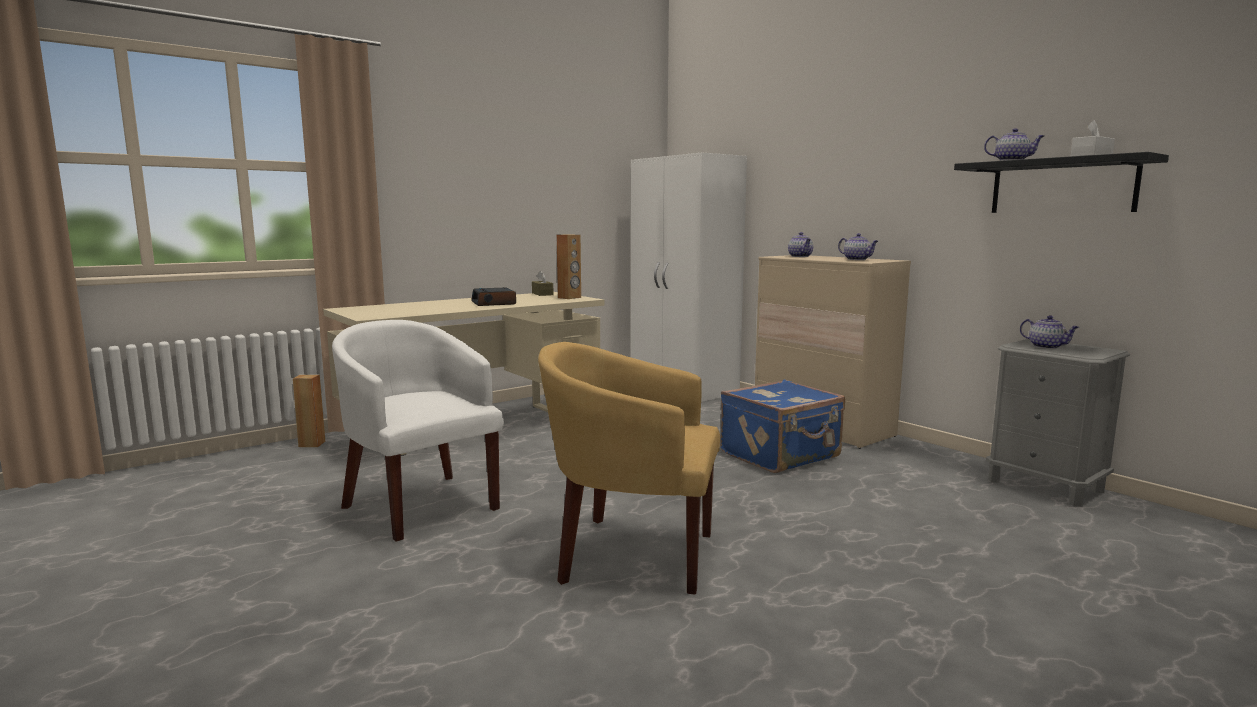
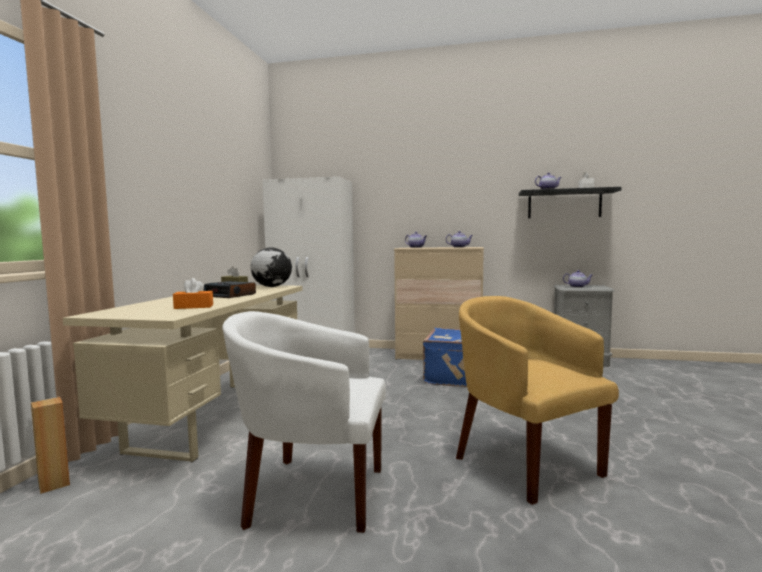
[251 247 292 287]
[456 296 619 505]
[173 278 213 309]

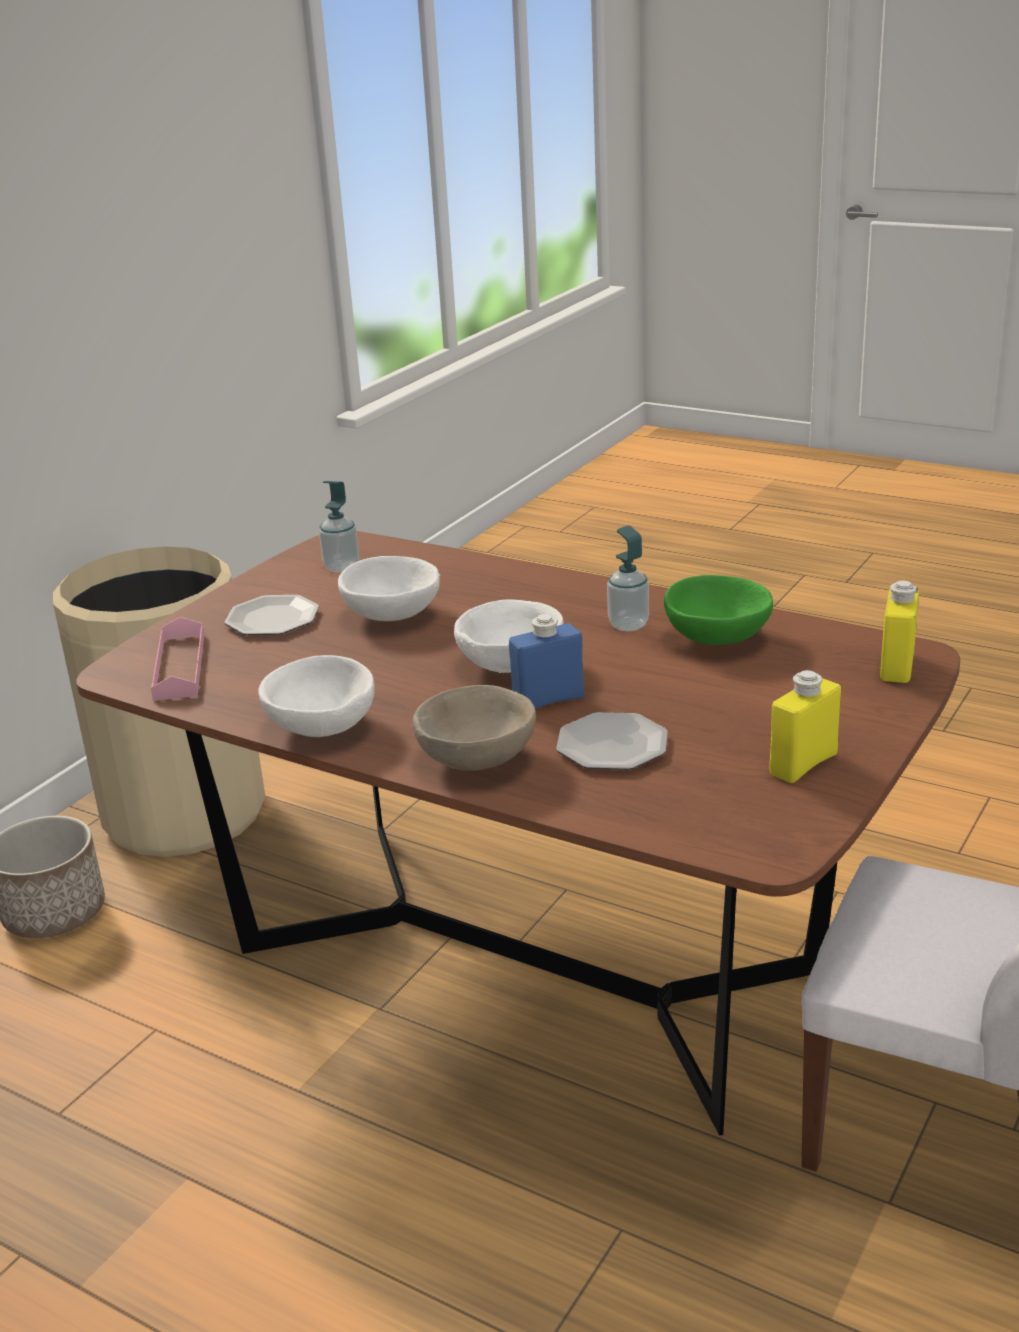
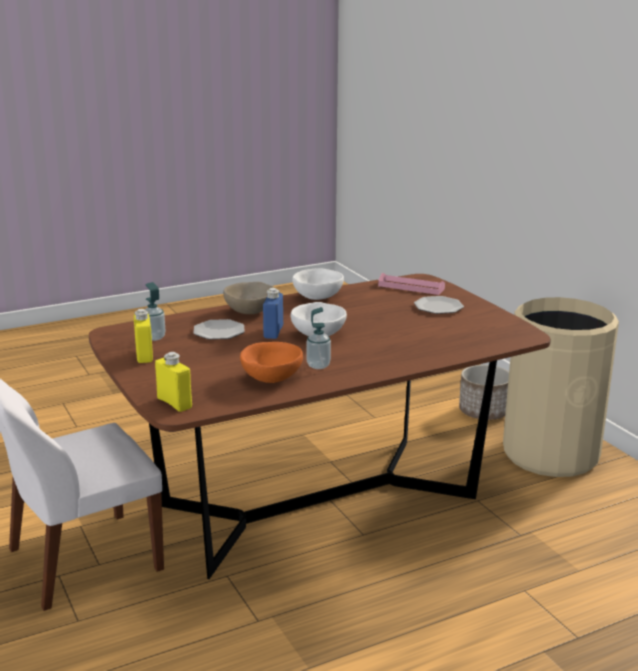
[145 282 165 341]
[338 556 440 621] (first image)
[240 342 303 383]

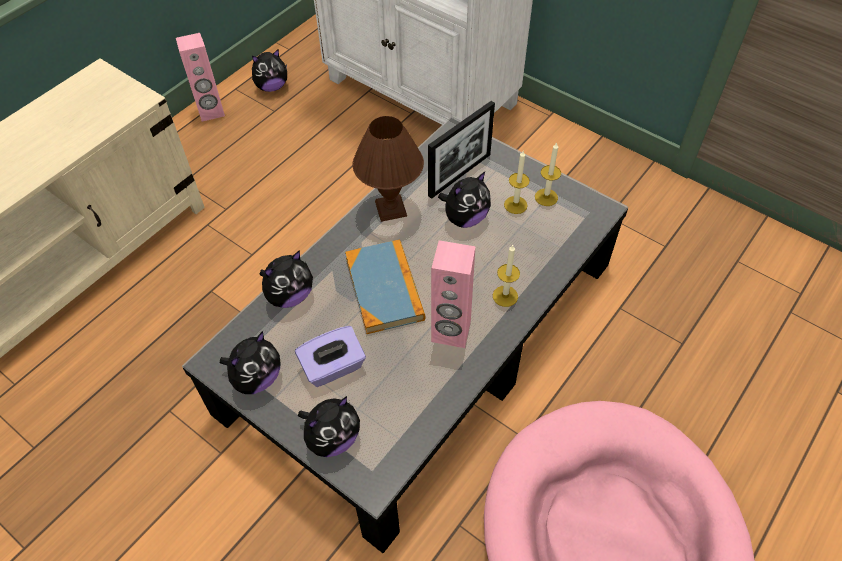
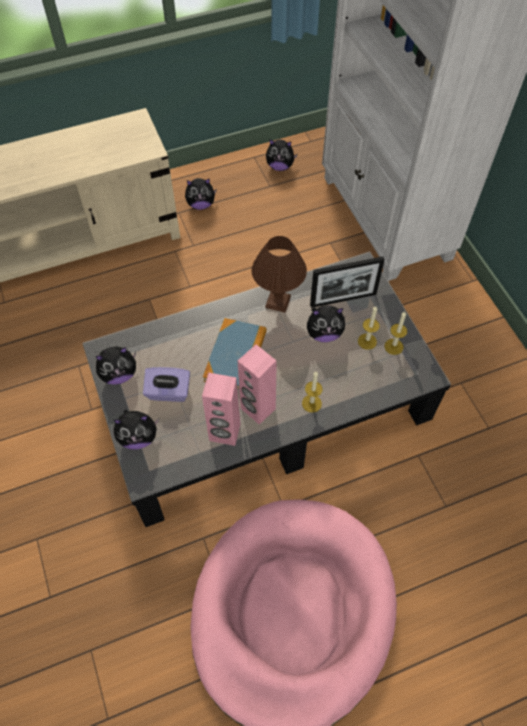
[202 372 241 446]
[185 178 217 210]

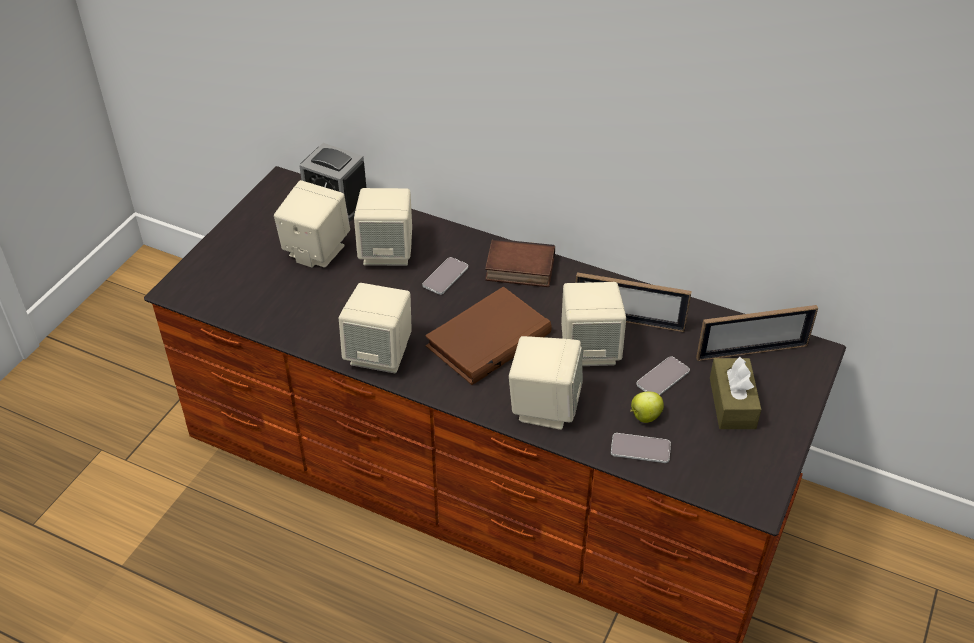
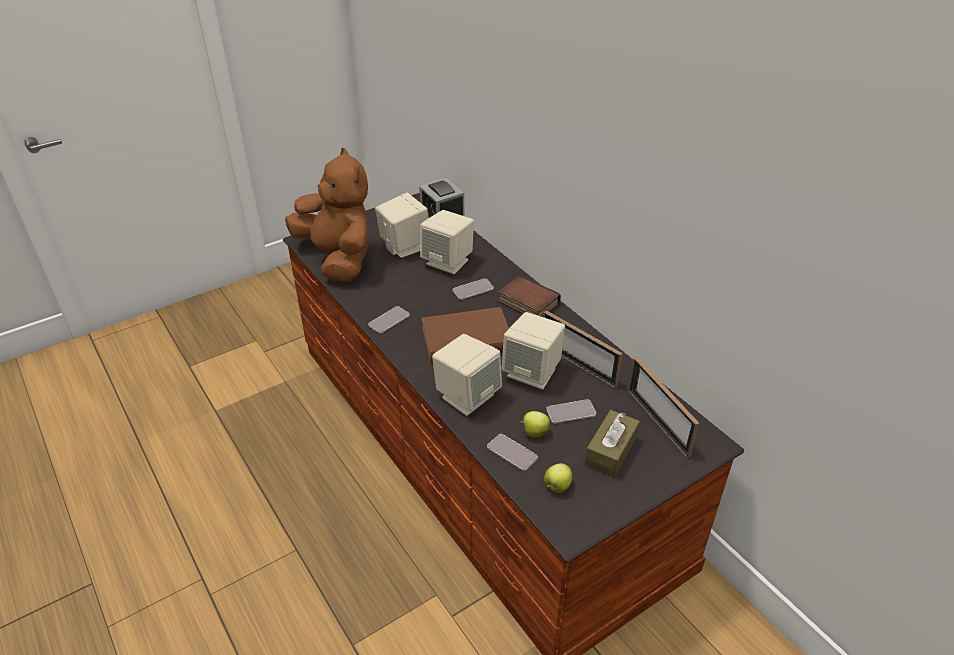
[368 306 410 334]
[629 357 700 458]
[285 148 368 282]
[544 463 573 493]

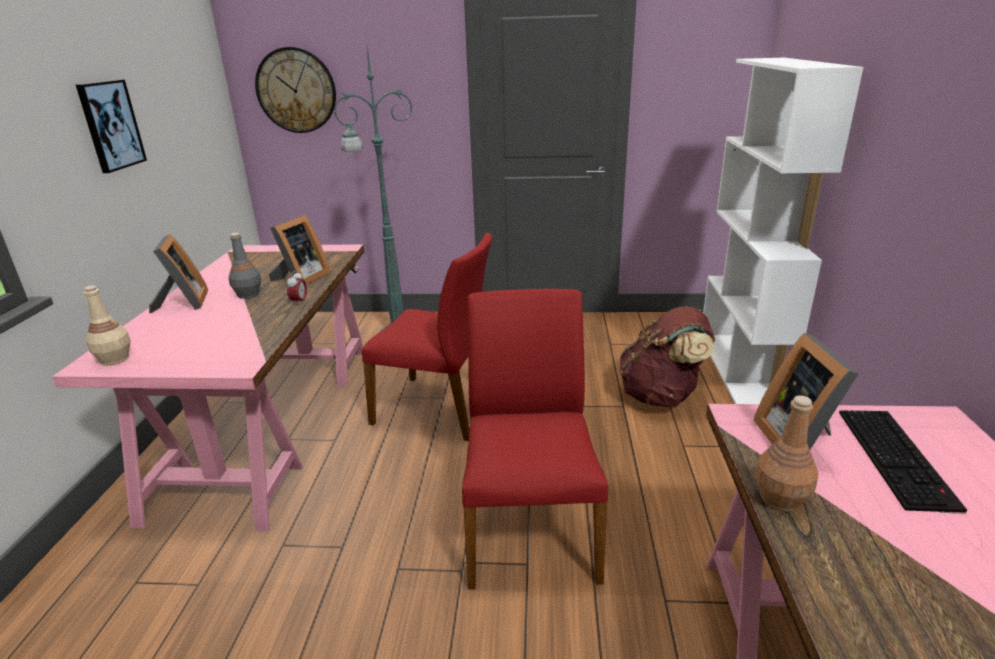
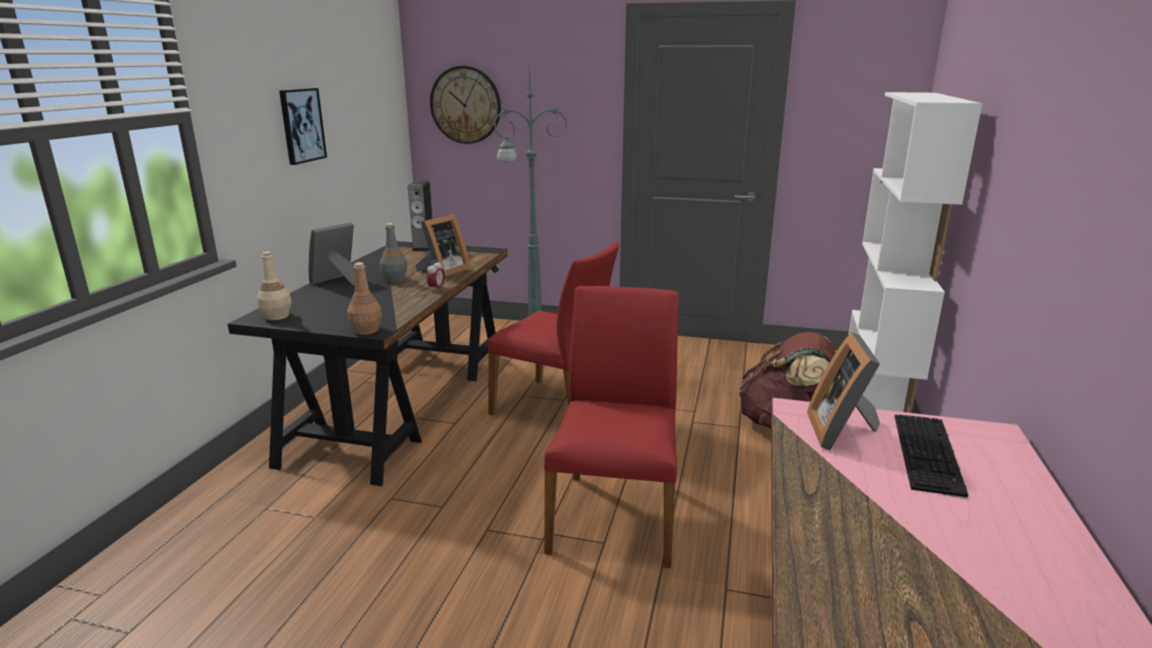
[309 222 366 285]
[228 241 508 486]
[347 262 382 335]
[408 180 433 251]

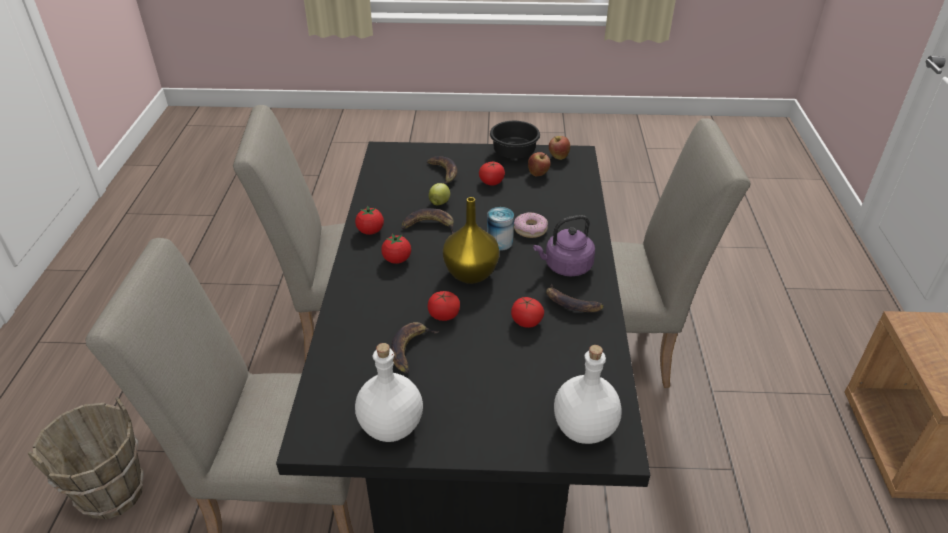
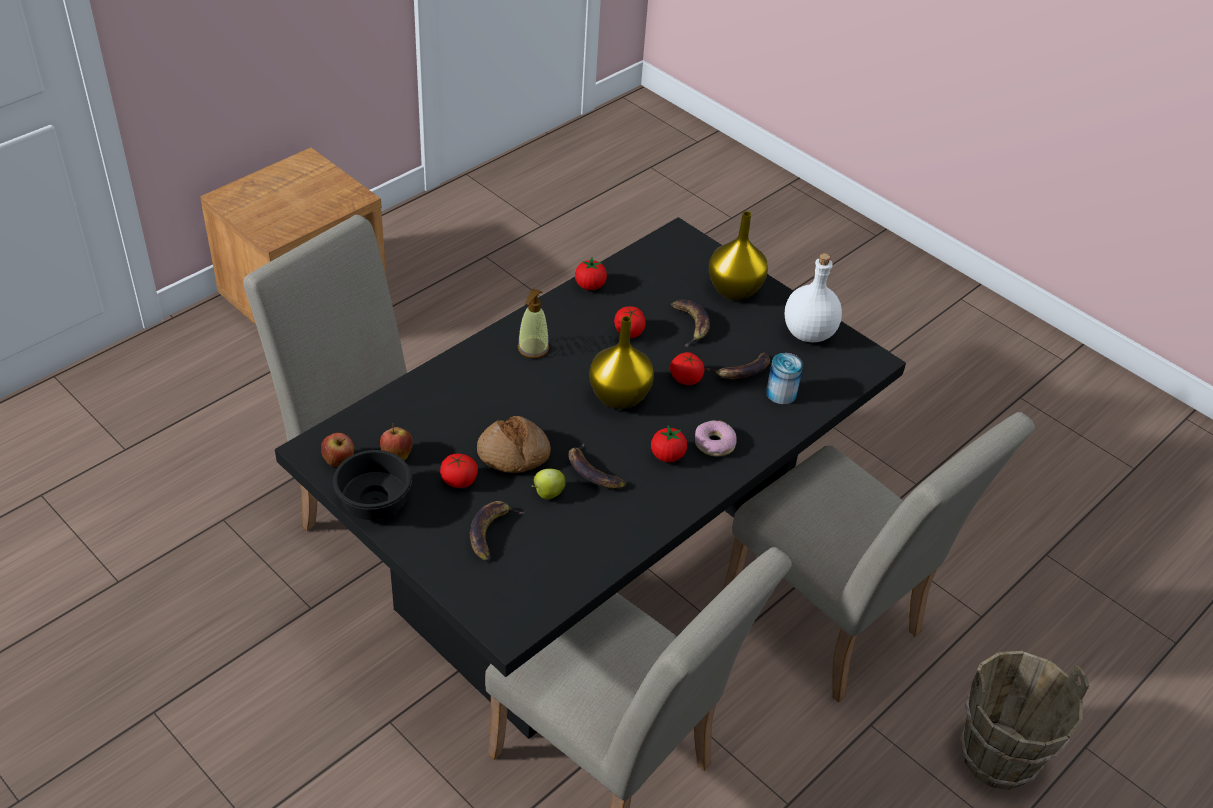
[575 258 607 290]
[766 353 803 404]
[695 420 737 456]
[518 289 549 358]
[671 300 710 347]
[554 345 622 444] (first image)
[709 211 768 300]
[477 416 551 473]

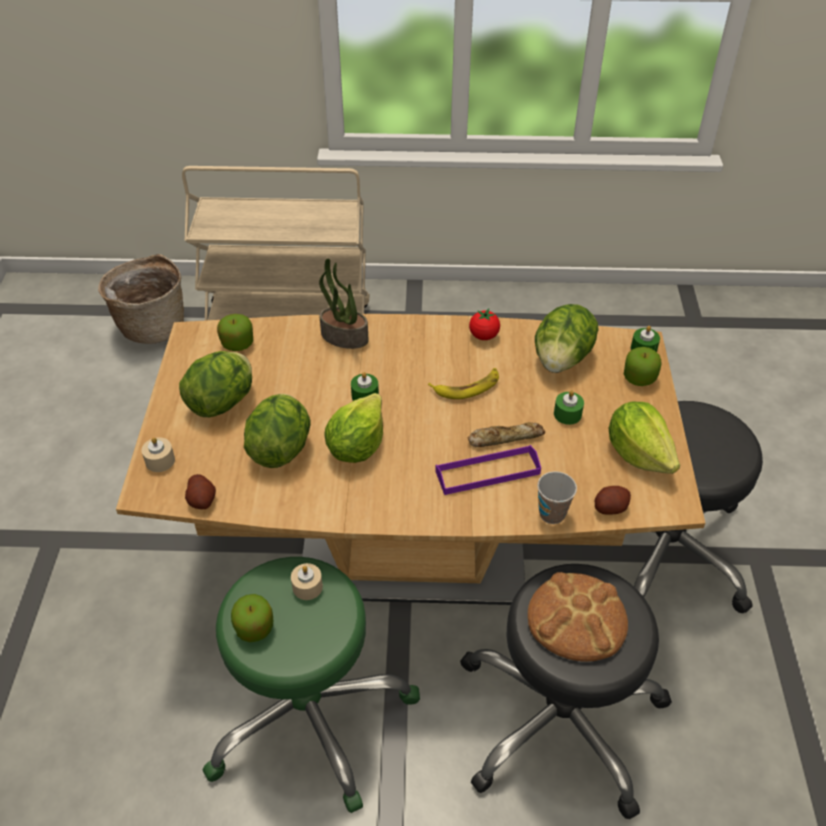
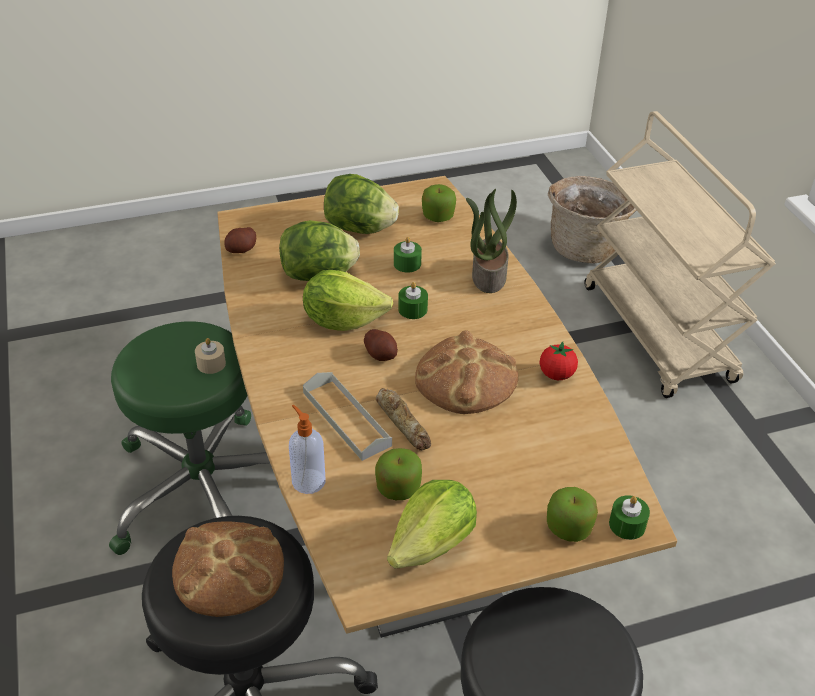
[535 304 599 373] (first image)
[415 330 518 414]
[394 237 422 272]
[142 437 175 472] (first image)
[303 372 392 461]
[289 405 325 494]
[364 329 398 361]
[375 448 422 500]

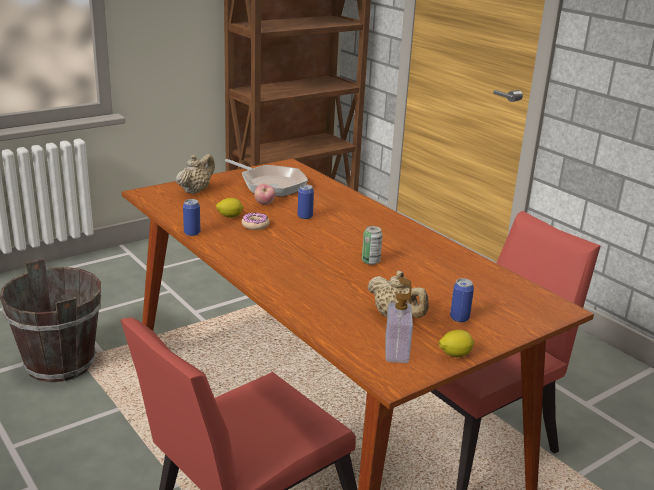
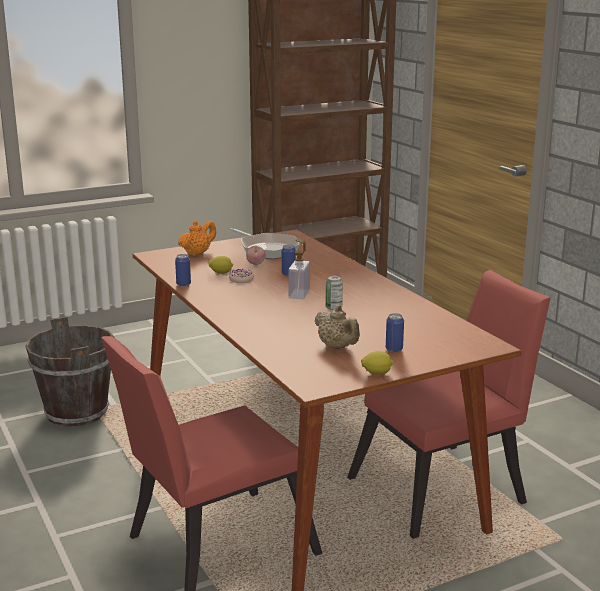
[178 220 216 256]
[288 238 310 299]

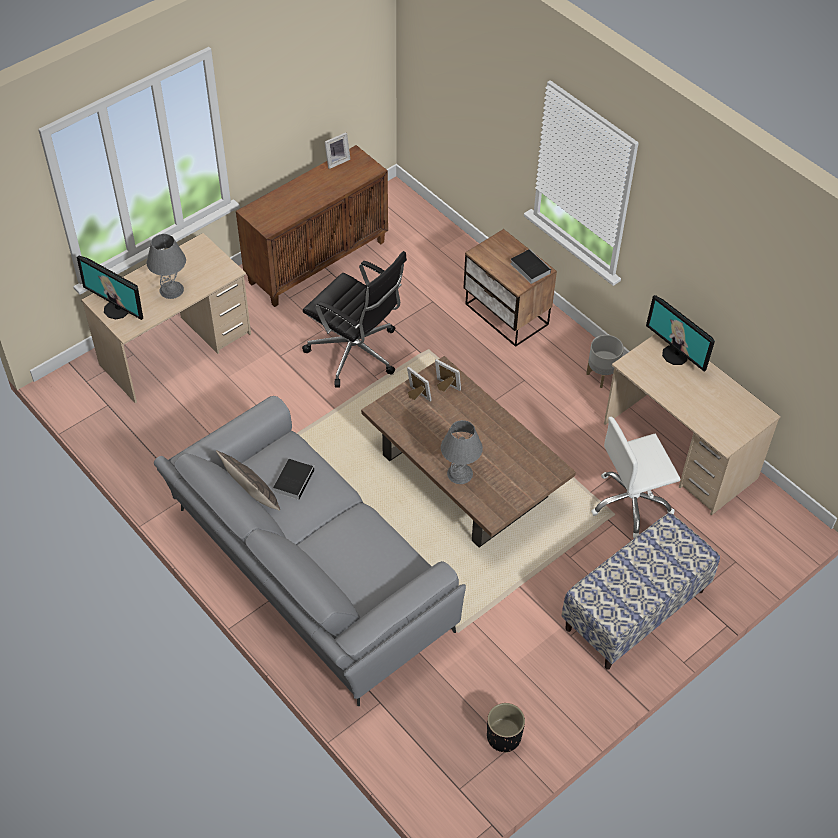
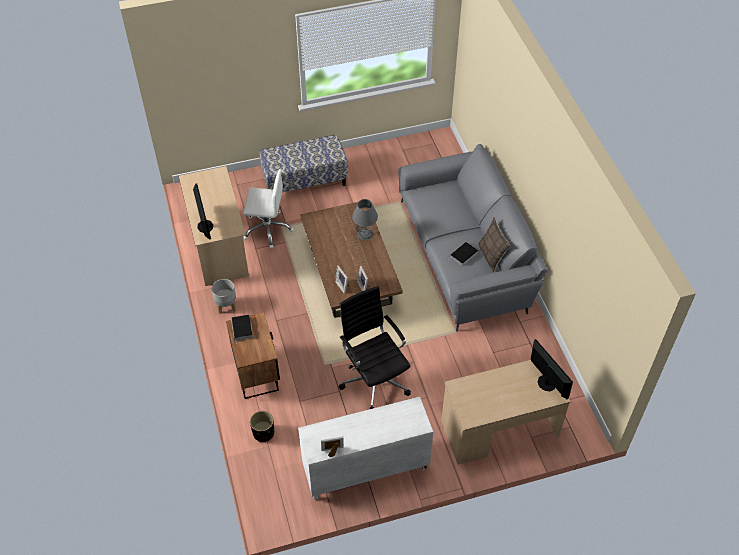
[298 397 433 500]
[147 234 186 299] (first image)
[250 411 274 442]

